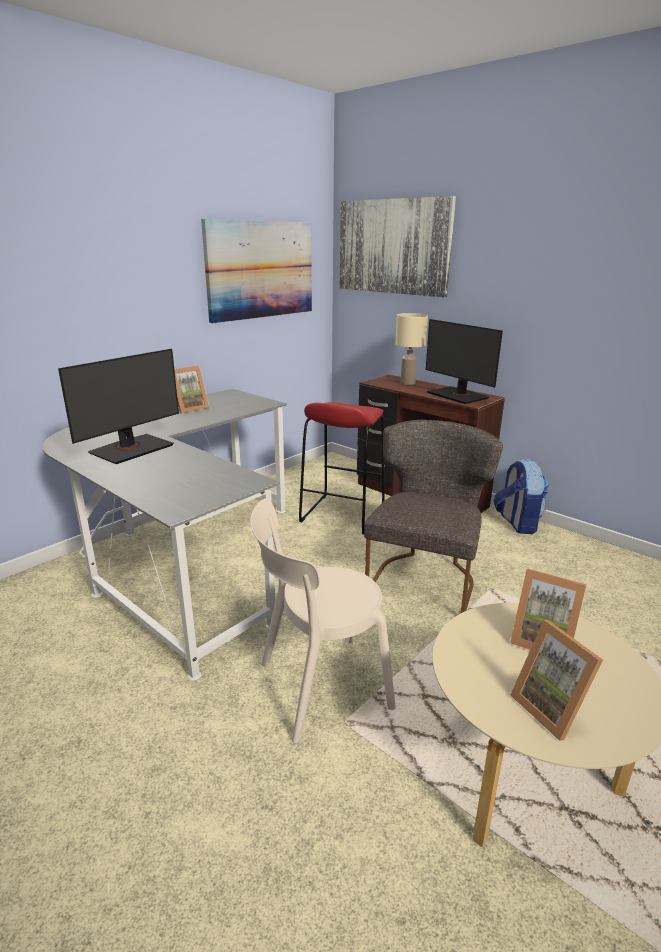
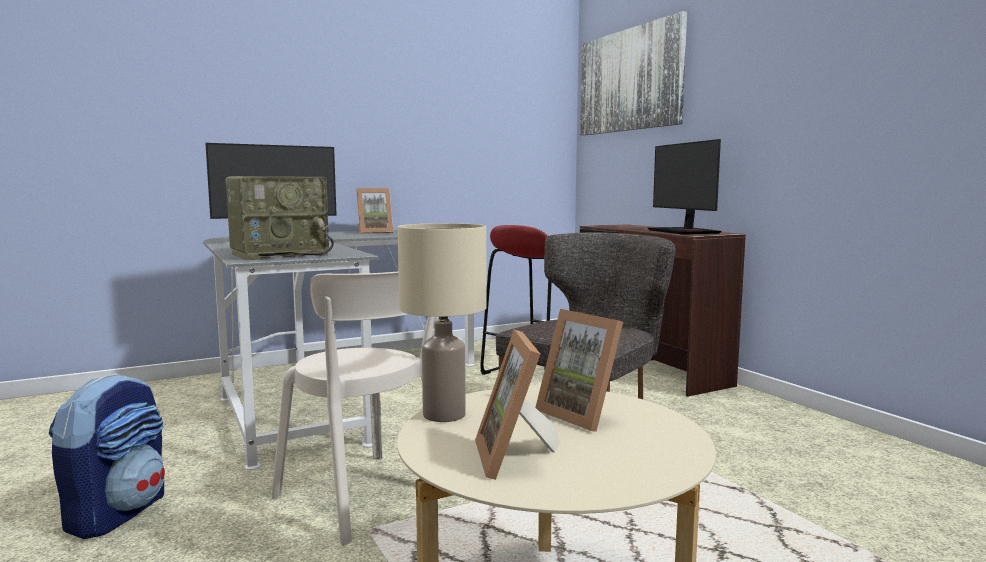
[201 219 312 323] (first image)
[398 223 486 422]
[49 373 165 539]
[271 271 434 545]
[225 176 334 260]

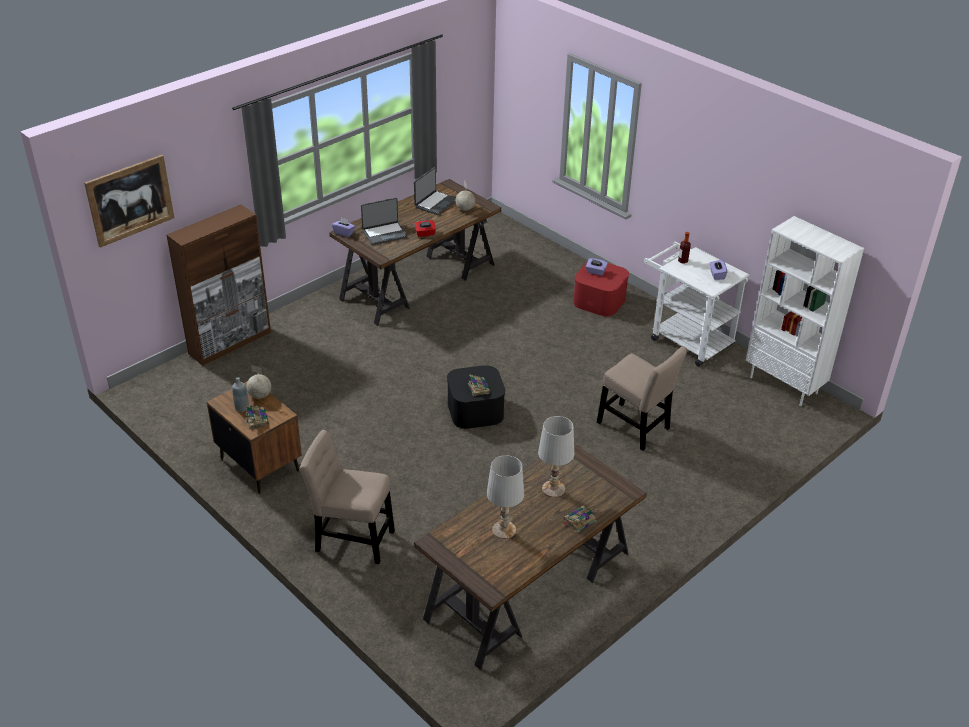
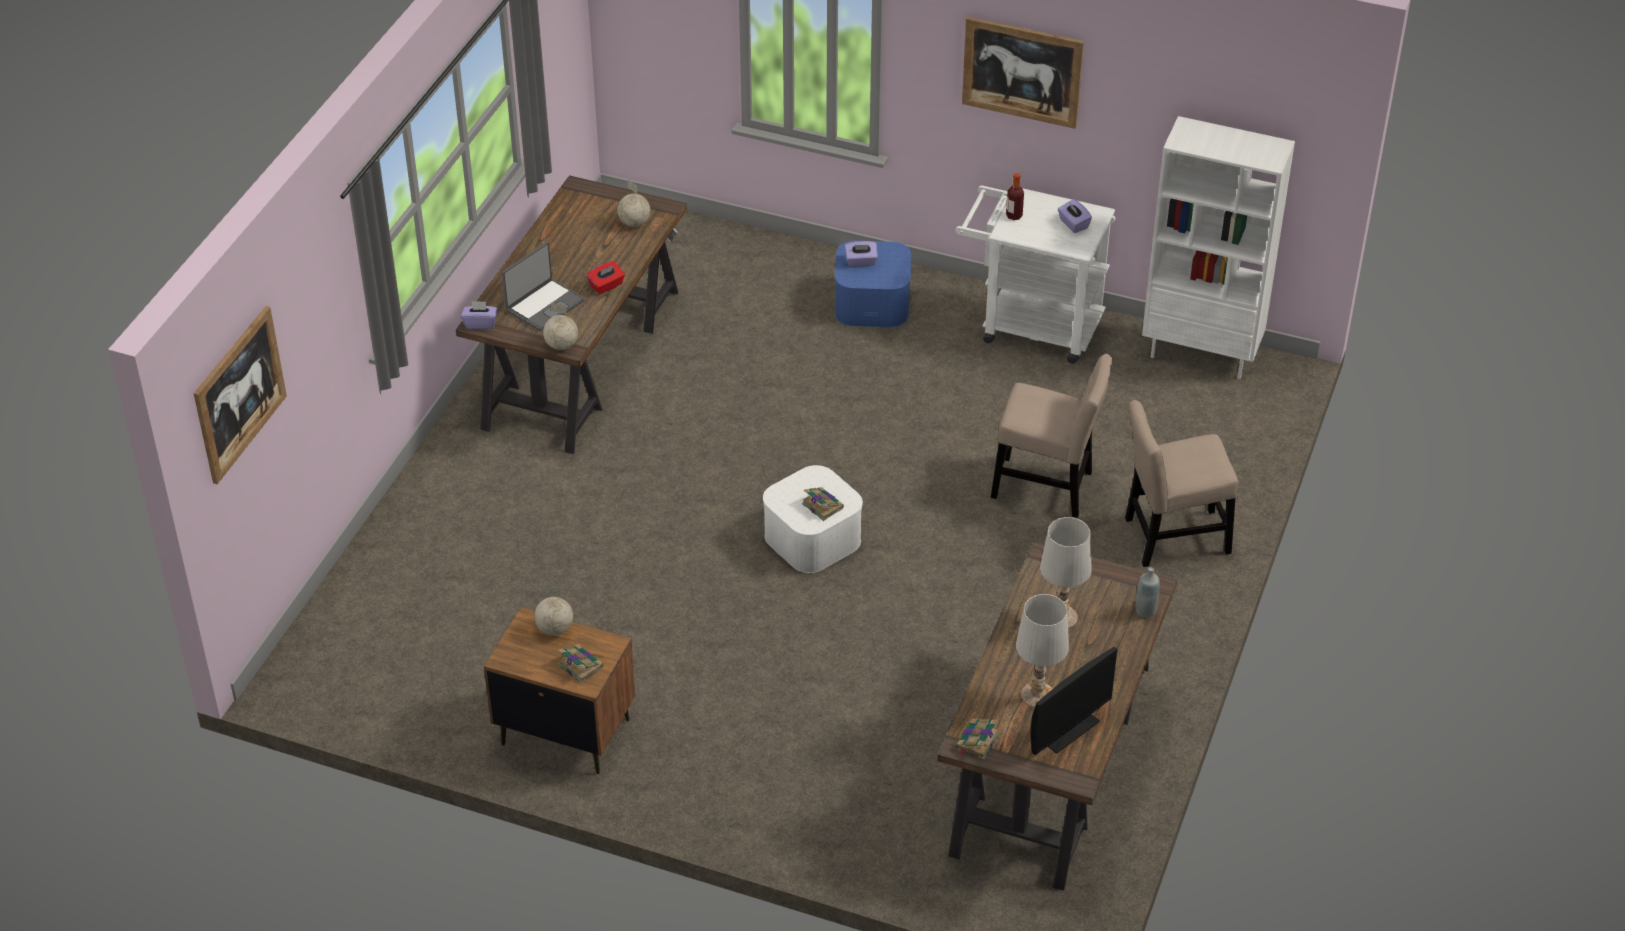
[414 167 456 215] (first image)
[167 204 271 366] (first image)
[835 241 911 327]
[763 465 863 573]
[1136 567 1160 618]
[1125 400 1238 567]
[956 719 999 759]
[962 17 1084 129]
[543 303 578 350]
[1030 647 1117 755]

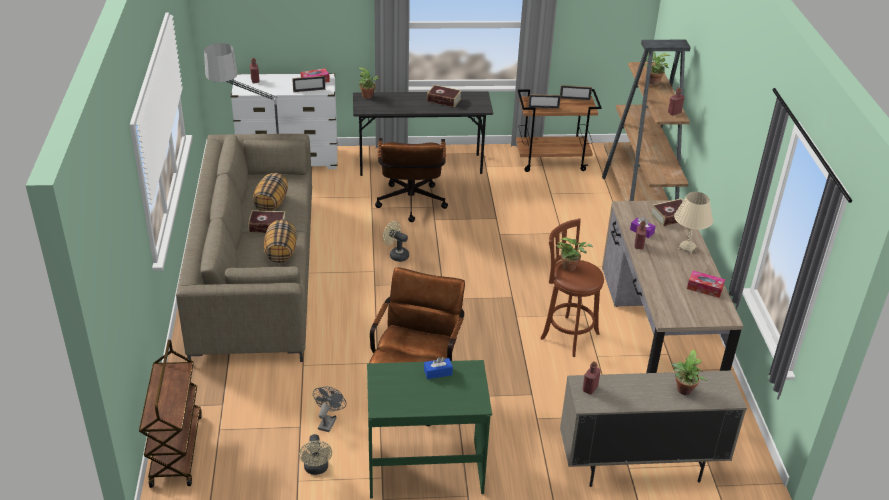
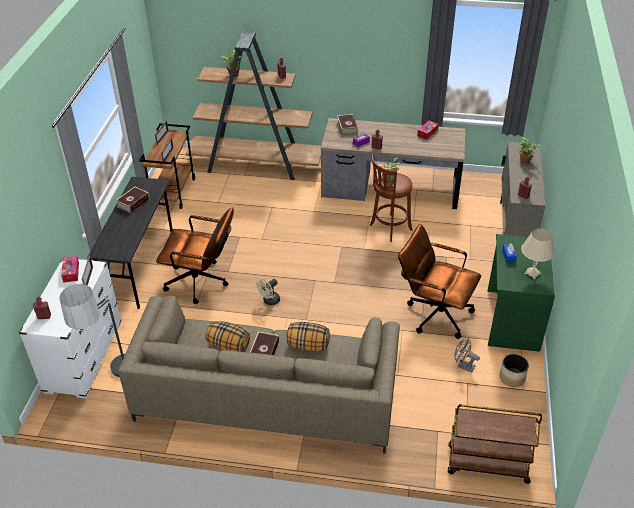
[358 67 379 99] (first image)
[521 228 555 279]
[500 354 529 387]

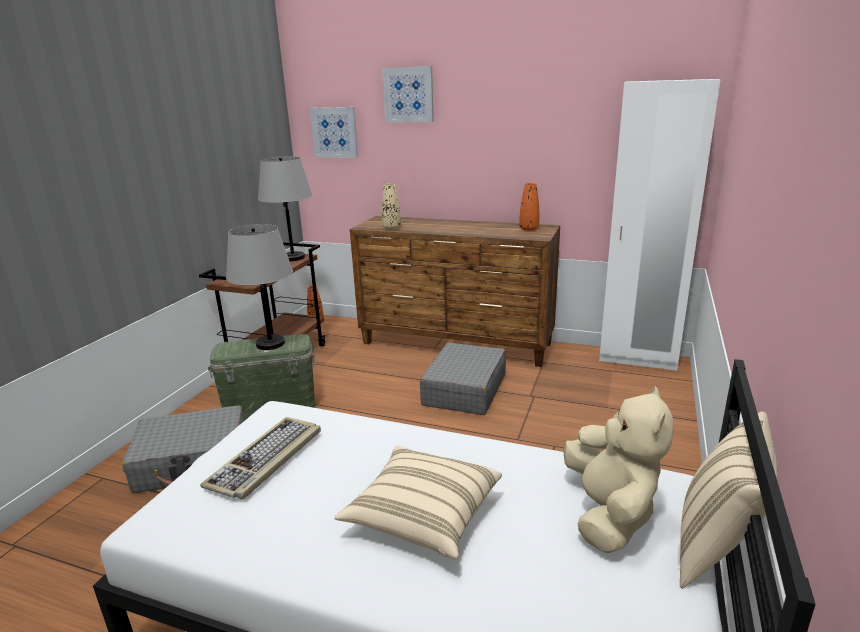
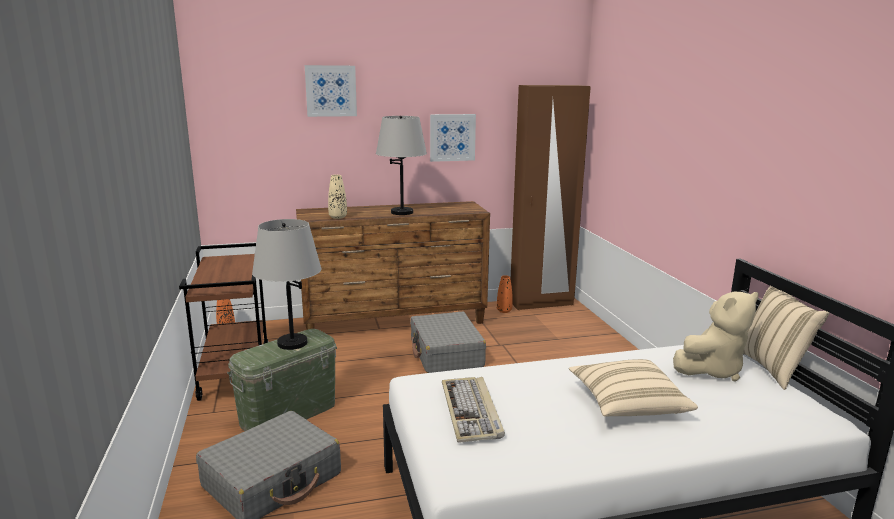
[511 85 591 310]
[430 114 476 162]
[376 116 427 215]
[497 275 513 313]
[673 292 759 382]

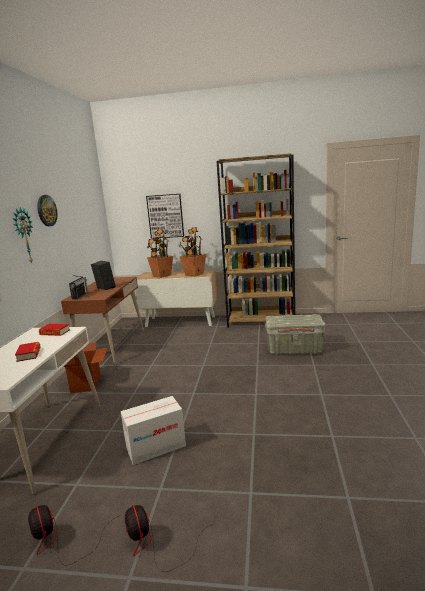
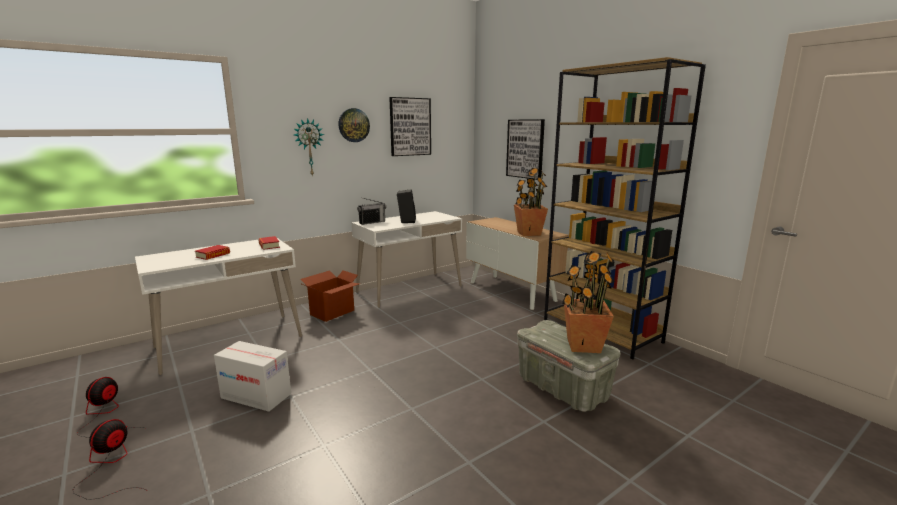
[562 251 615 353]
[352 211 462 308]
[389 97 431 156]

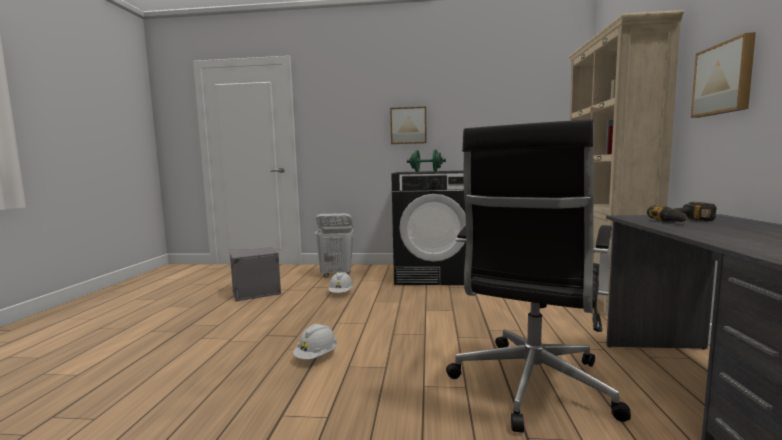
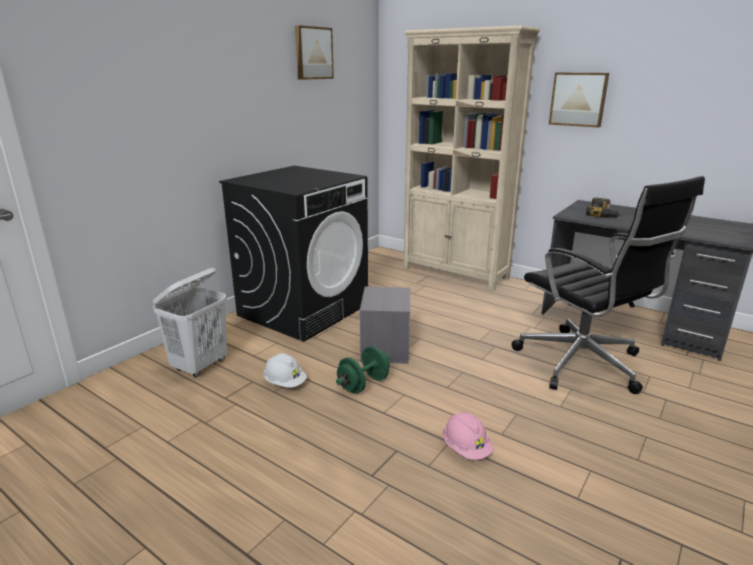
[295 25 334 80]
[336 346 390 394]
[360 287 410 364]
[443 412 493 460]

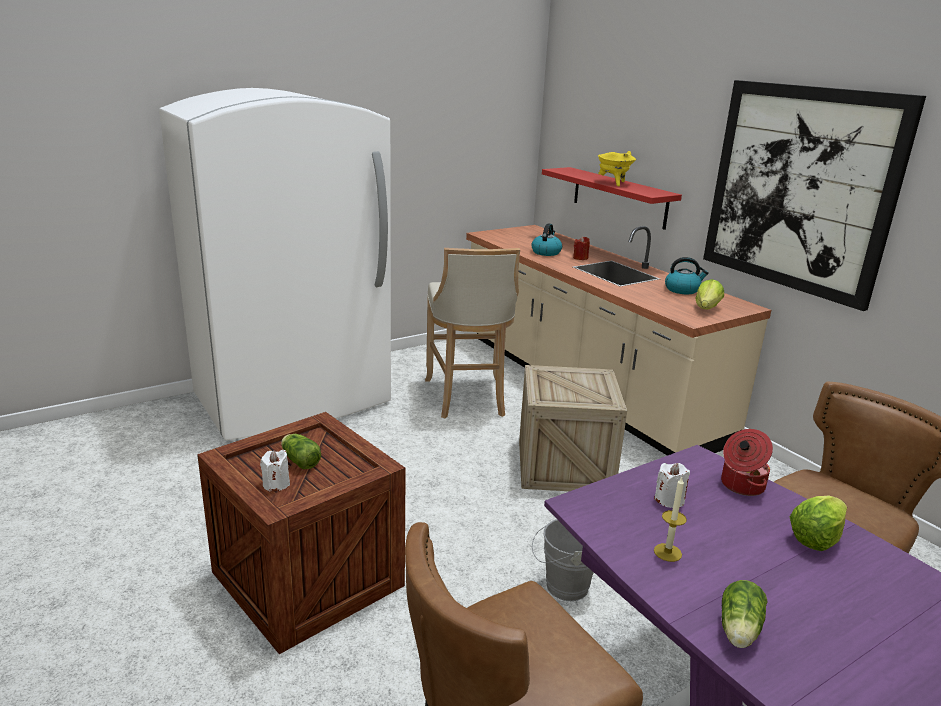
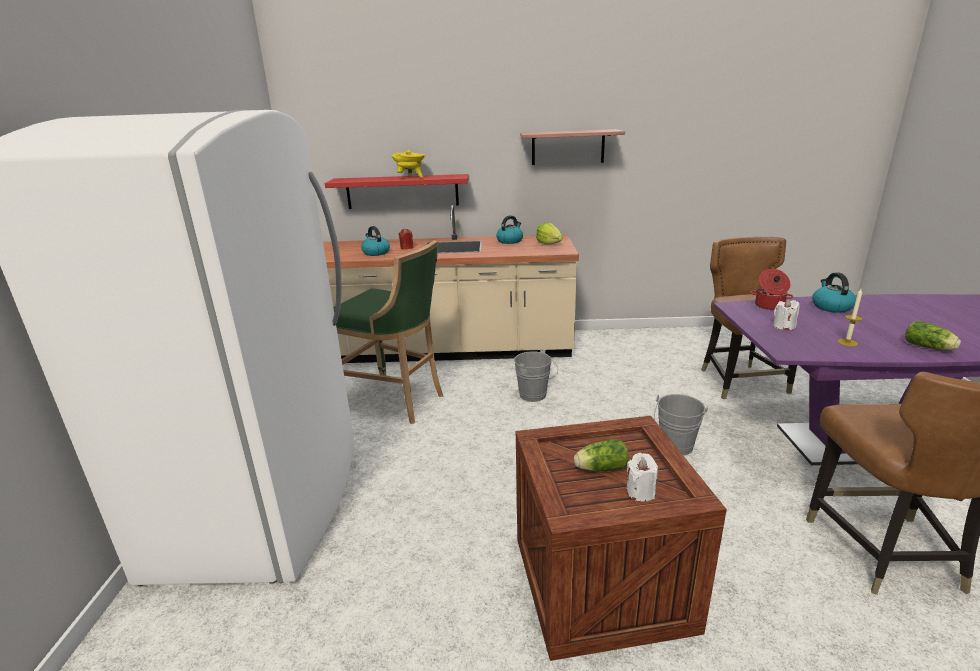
[520 129 625 165]
[333 240 443 424]
[514 349 558 402]
[812 272 856 313]

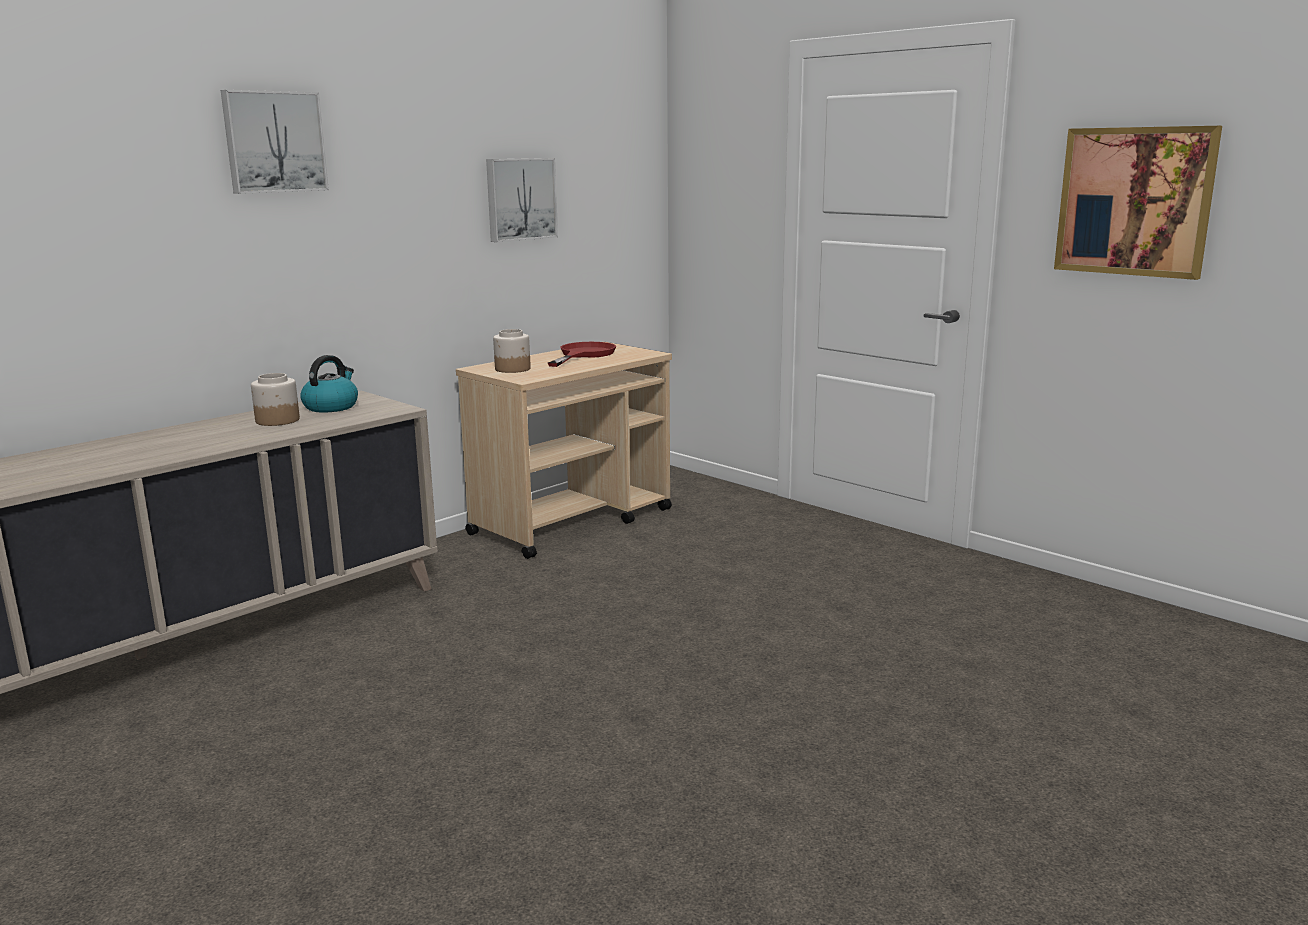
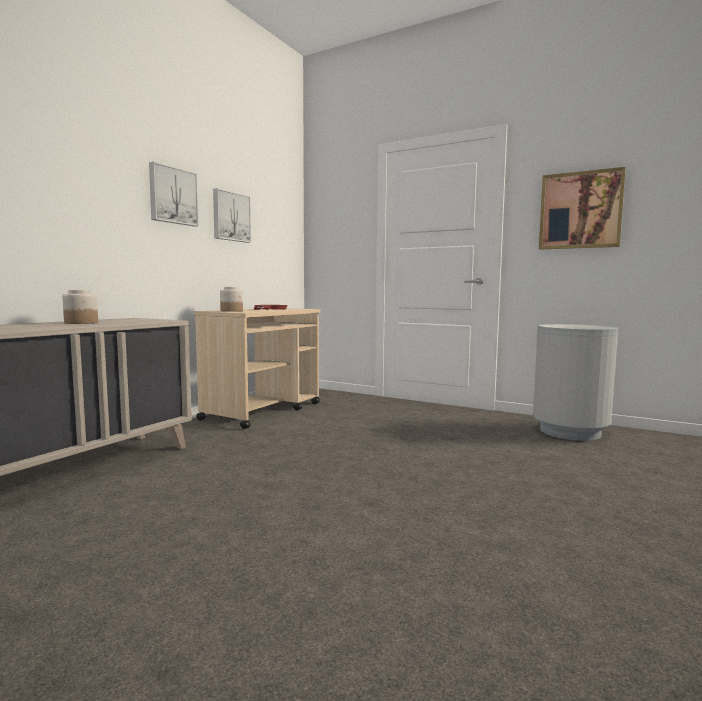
[149 162 199 226]
[300 355 358 412] (first image)
[533 324 618 441]

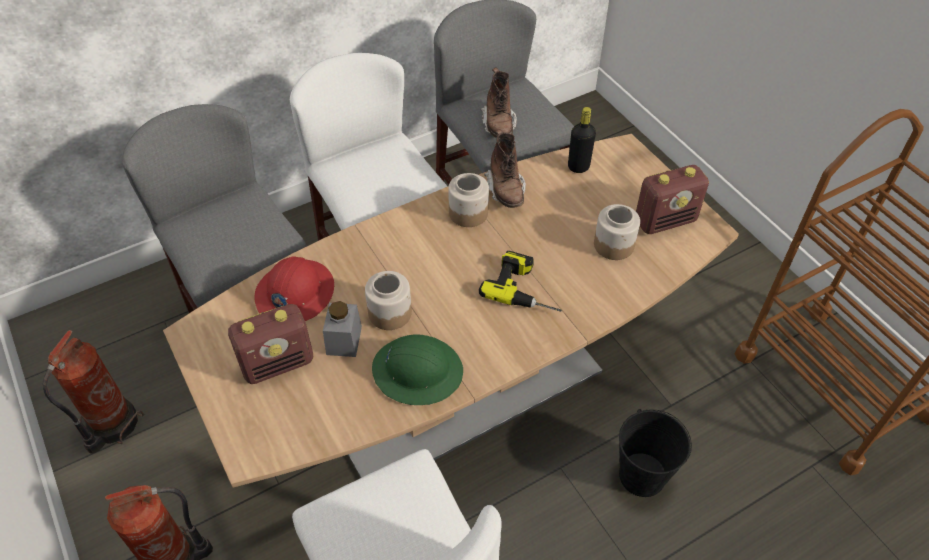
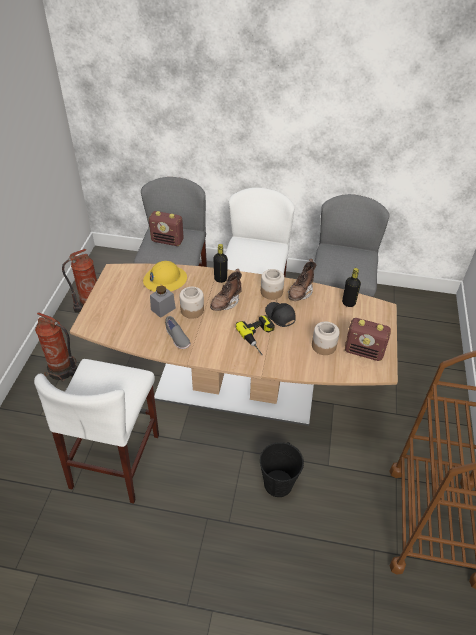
[210 269 242 311]
[143 261 187 292]
[149 211 184 246]
[165 316 191 349]
[213 244 228 283]
[265 302 296 327]

